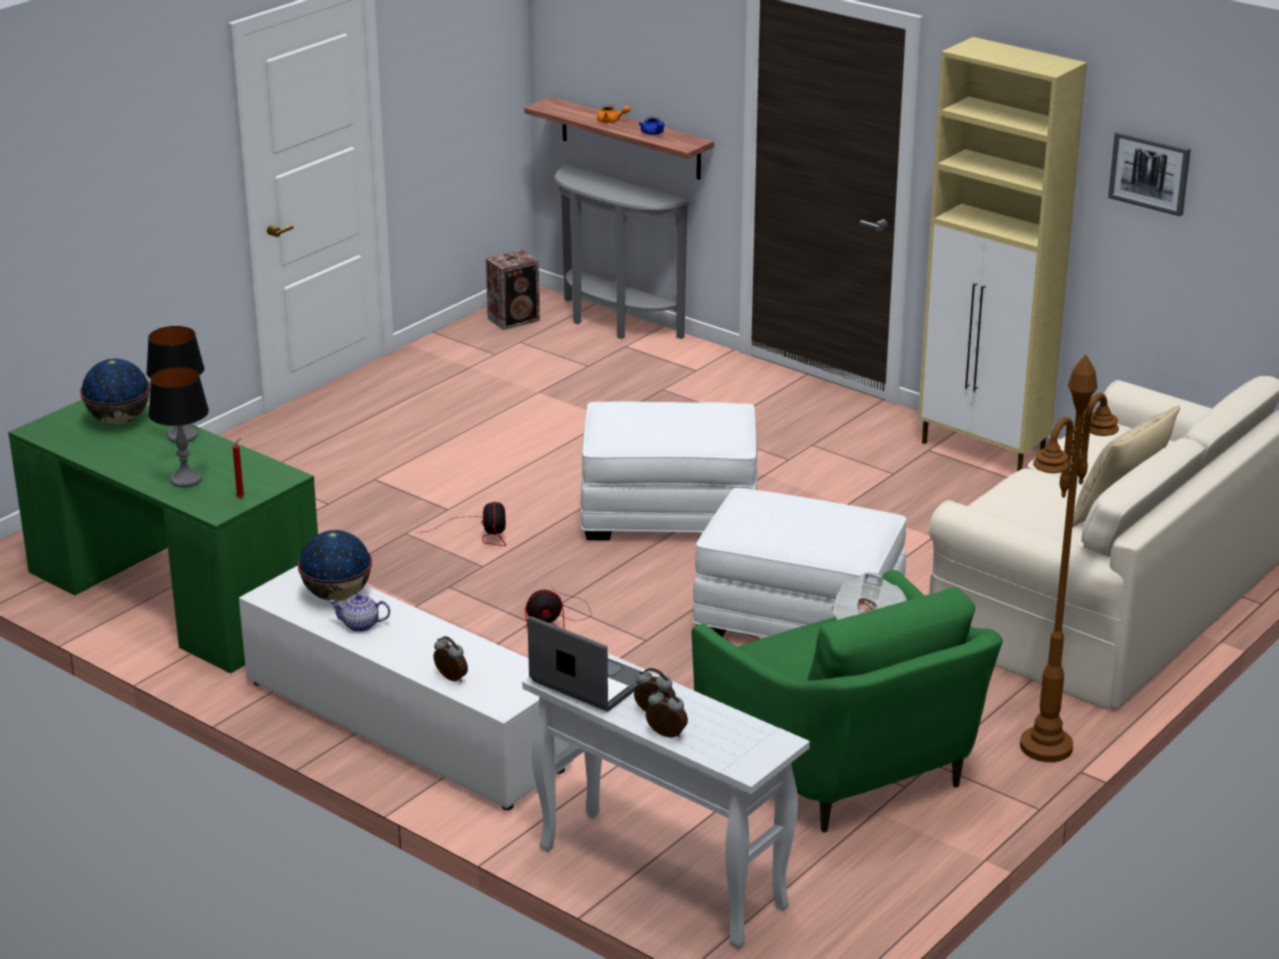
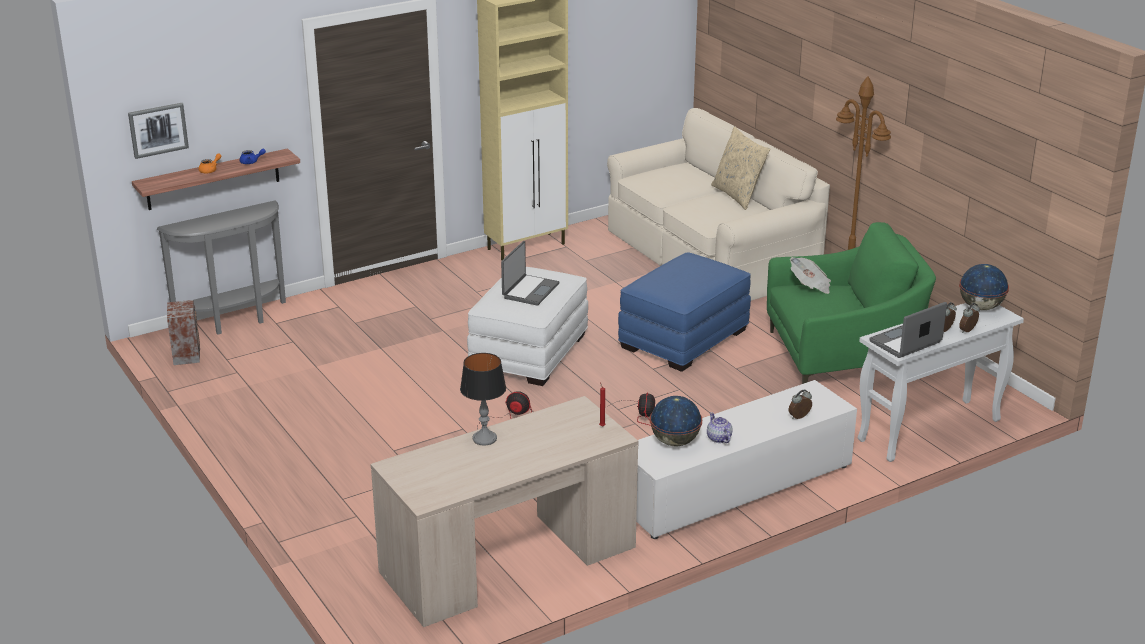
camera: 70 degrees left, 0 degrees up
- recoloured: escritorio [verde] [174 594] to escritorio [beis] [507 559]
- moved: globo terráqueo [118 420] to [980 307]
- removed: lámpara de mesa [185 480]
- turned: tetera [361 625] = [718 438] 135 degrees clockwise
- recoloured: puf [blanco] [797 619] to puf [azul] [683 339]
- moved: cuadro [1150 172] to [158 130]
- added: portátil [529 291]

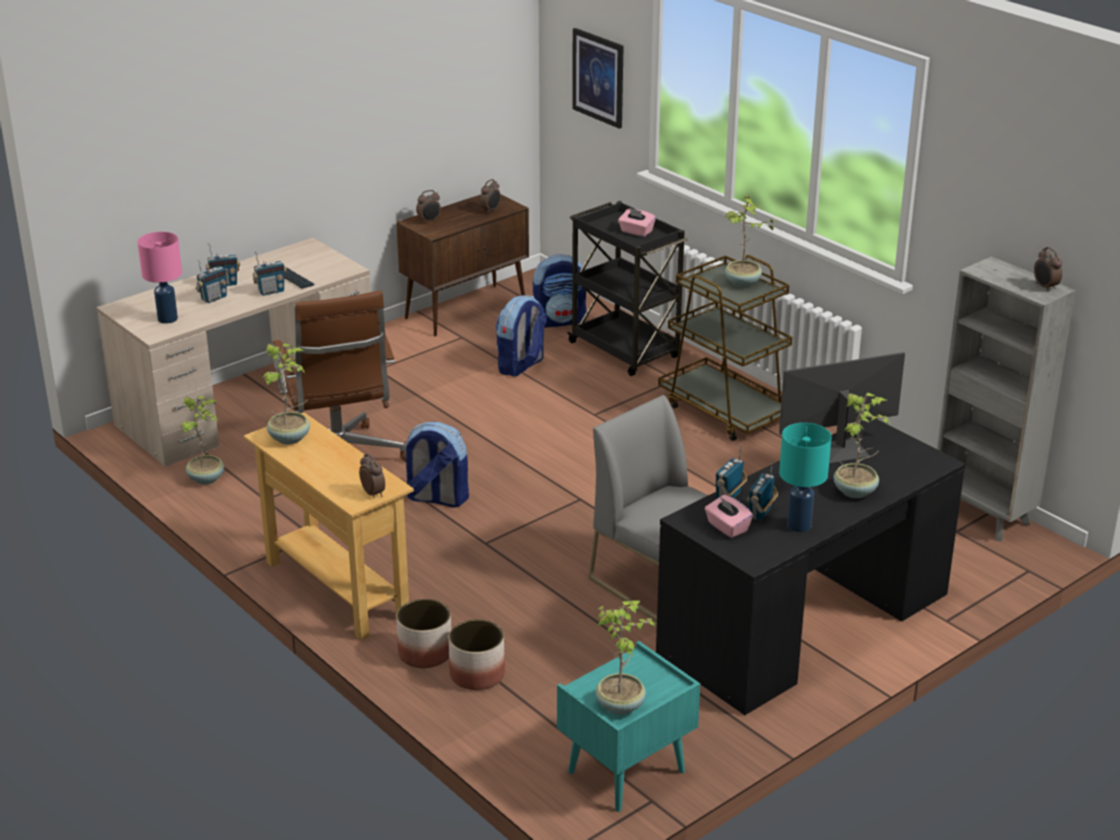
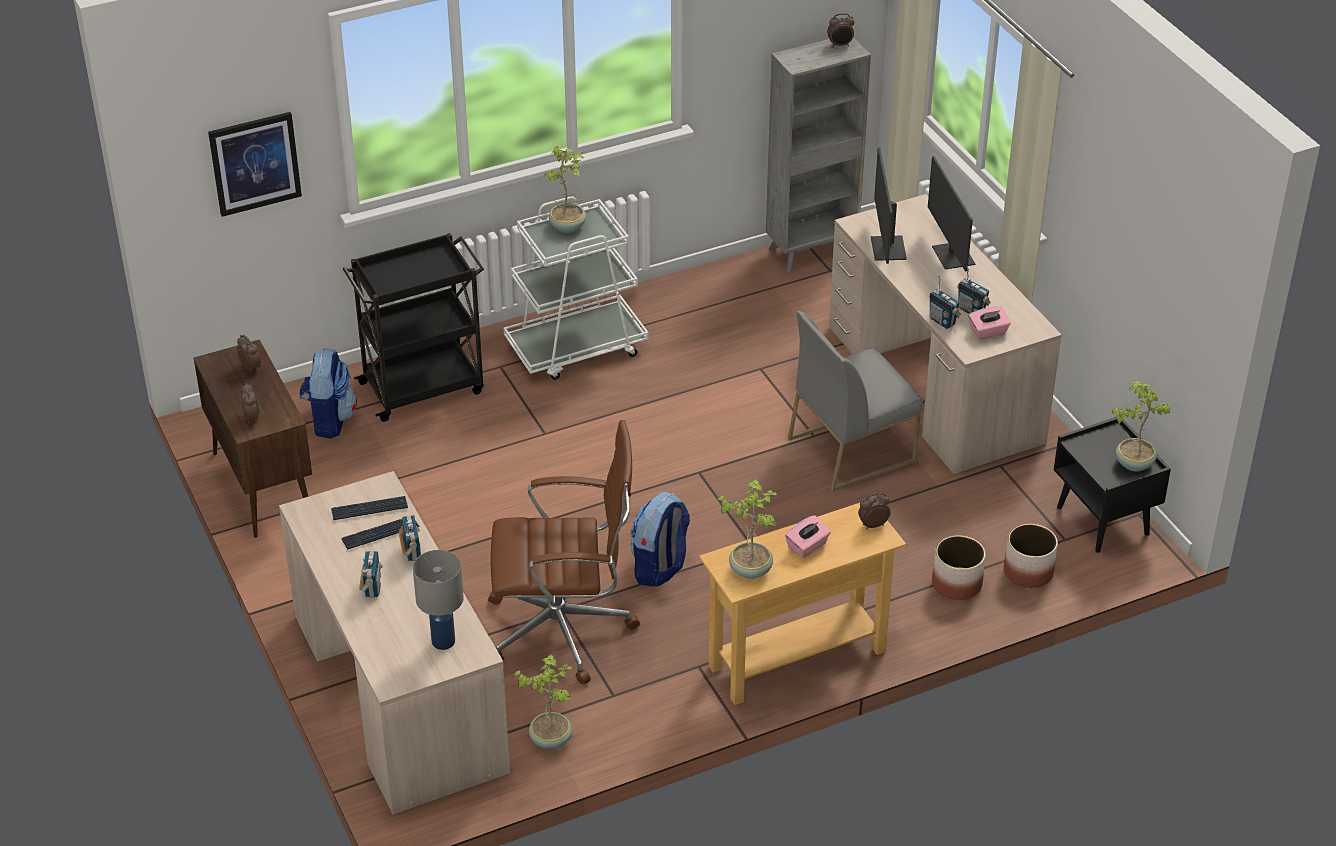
camera: 75 degrees left, 10 degrees up
- recoloured: lámpara de mesa [rosa] [168 319] to lámpara de mesa [gris] [443 641]
- removed: radio [214 298]
- moved: maceta [425 653] to [1027 572]
- removed: mochila [521 366]
- recoloured: mesita de noche [turquesa] [626 773] to mesita de noche [negro] [1104 521]
- moved: caja de pañuelos [rosa] [636 232] to [807 546]
- recoloured: escritorio [negro] [803 623] to escritorio [beis] [933 384]
- recoloured: carrito [marrón] [725 410] to carrito [blanco] [577 348]
- removed: lámpara de mesa [turquesa] [798 525]
- replaced: planta en maceta [856 491] to monitor [952 256]
- added: teclado [369 509]

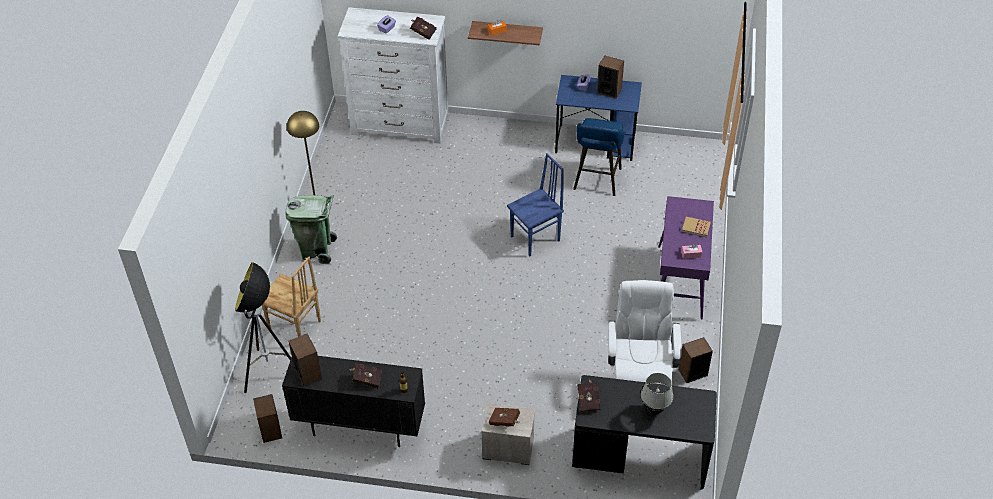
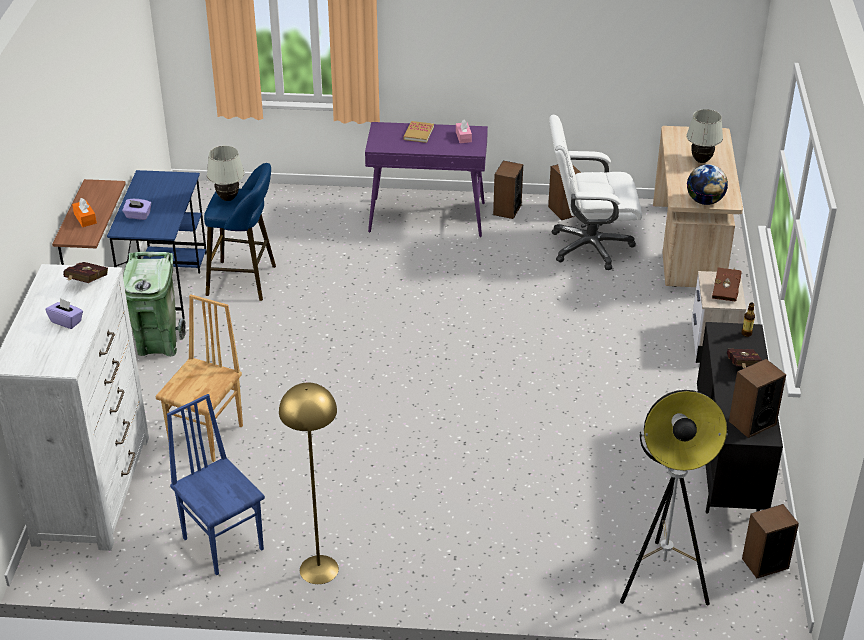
camera: 95 degrees left, 10 degrees down
- moved: silla [marrón] [295 327] to [208 436]
- moved: papelera [verde] [317 250] to [158 344]
- moved: silla [azul] [536 239] to [224 542]
- recoloured: escritorio [negro] [639 456] to escritorio [beis] [690 246]
- replaced: libro [rojo] [588 400] to globo terráqueo [704 201]
- moved: altavoz [609 91] to [507 209]
- added: lámpara de mesa [blanco] [228 198]

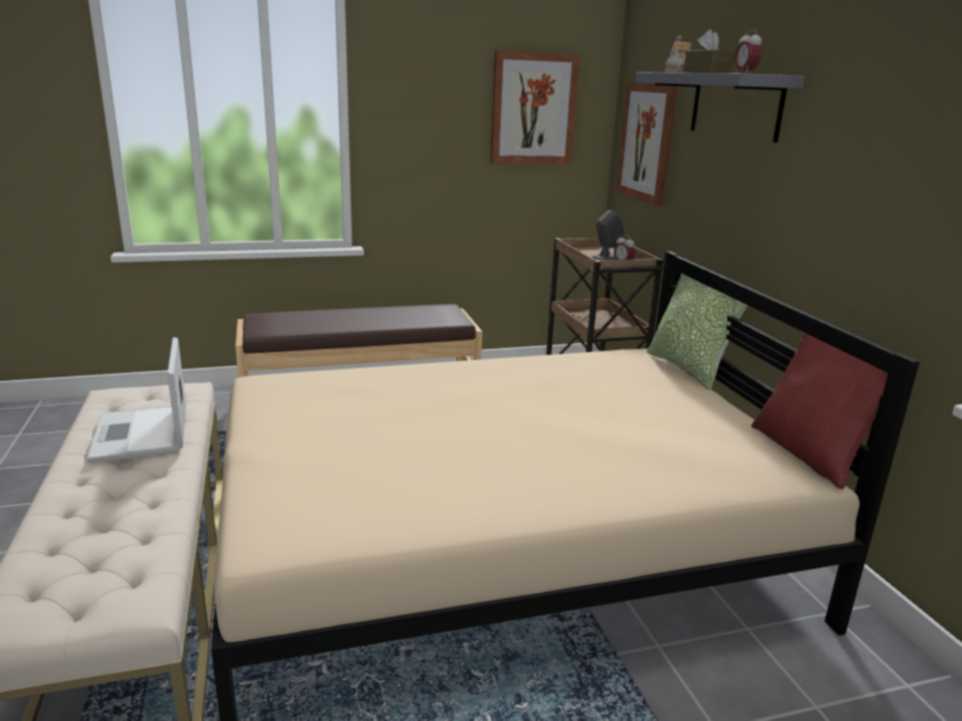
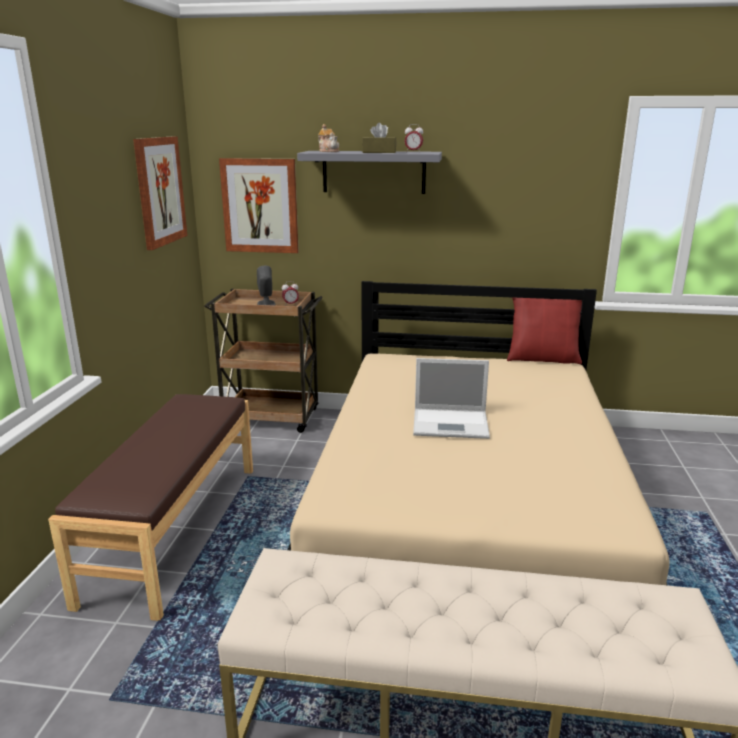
camera: 65 degrees left, 0 degrees up
- moved: portátil [141 435] to [452 424]
- removed: cojín [688 369]

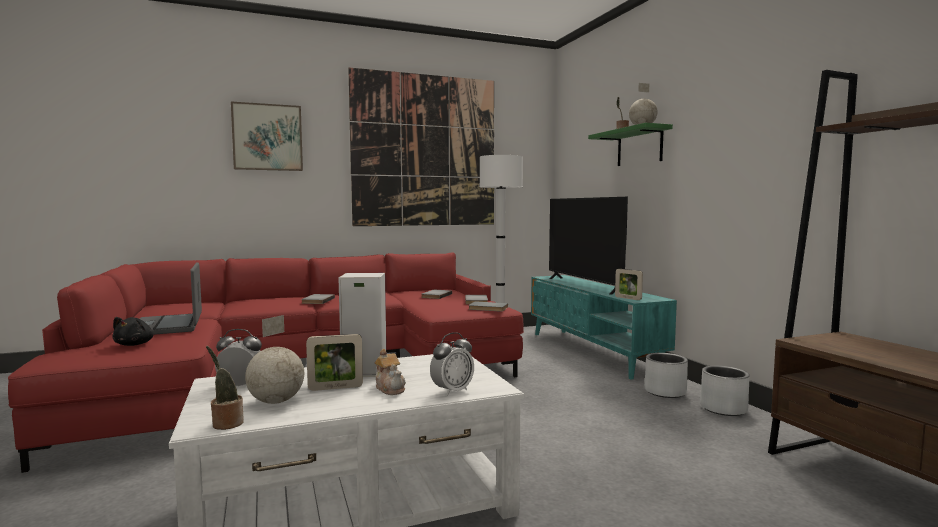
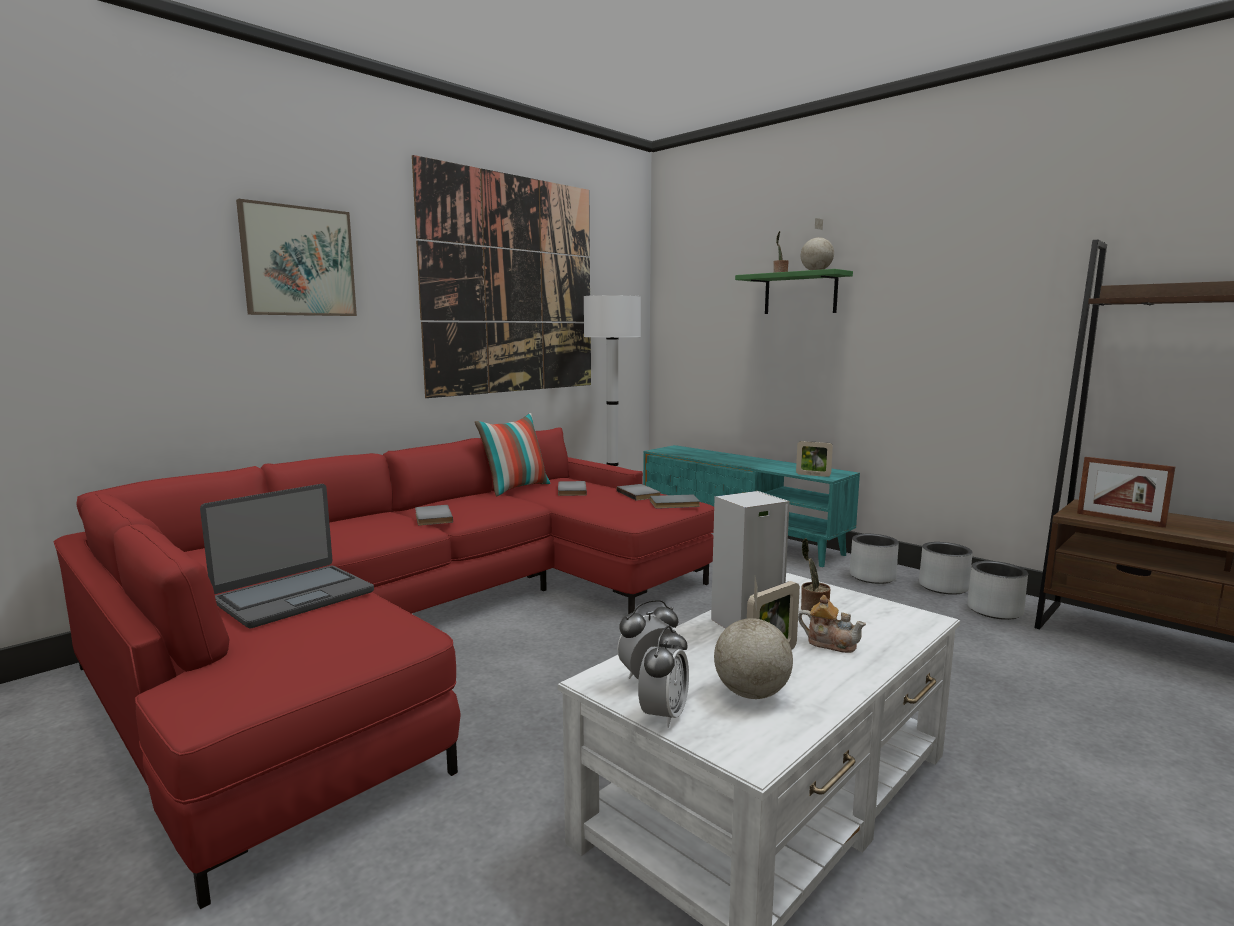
camera: 25 degrees left, 5 degrees up
- removed: peluche [negro] [135 344]
- turned: portátil [169 326] = [293 597] 90 degrees counterclockwise
- moved: planta en maceta [226 423] to [812 610]
- moved: despertador [452 391] to [663 715]
- removed: televisor [583 285]
- added: cojín [515 489]
- added: maceta [gris] [994 611]
- added: portarretratos [1119 520]

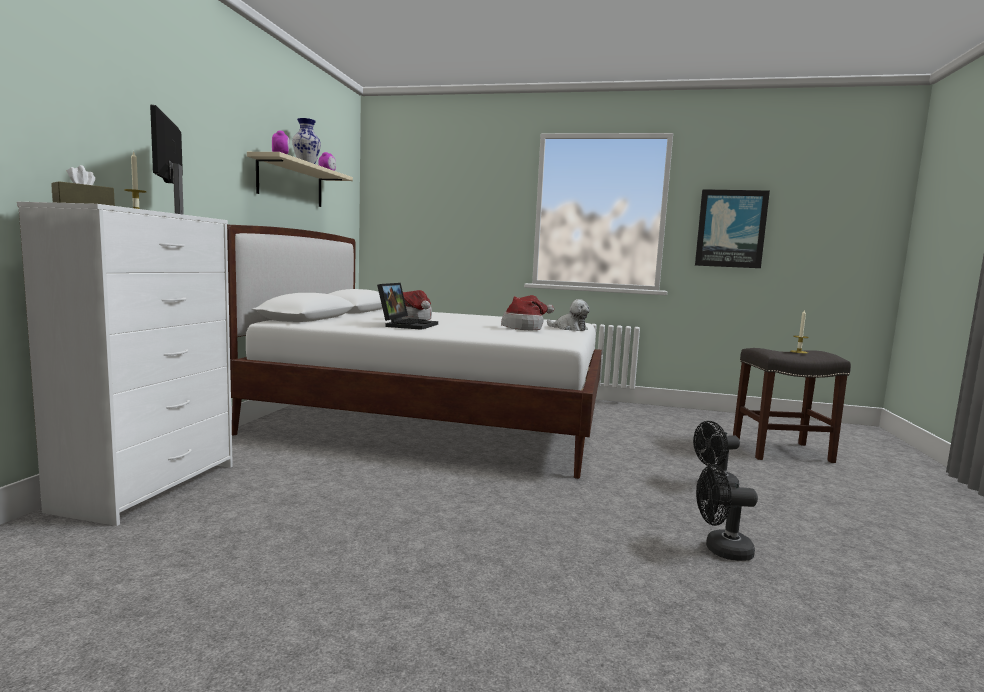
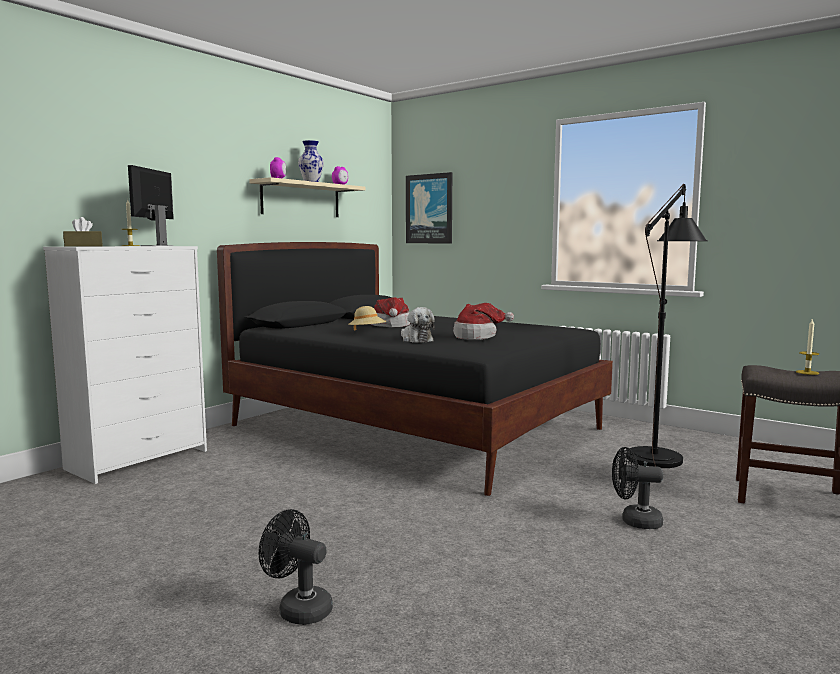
camera: 25 degrees right, 0 degrees up
- recoloured: cama [blanco] [435 420] to cama [negro] [415 427]
- replaced: portátil [407 325] to sombrero [beis] [367 332]
- moved: peluche [569 329] to [416 340]
- moved: cuadro [730 229] to [429 209]
- moved: ventilador [negro] [721 550] to [298 608]
- added: lámpara de pie [negro] [658 454]

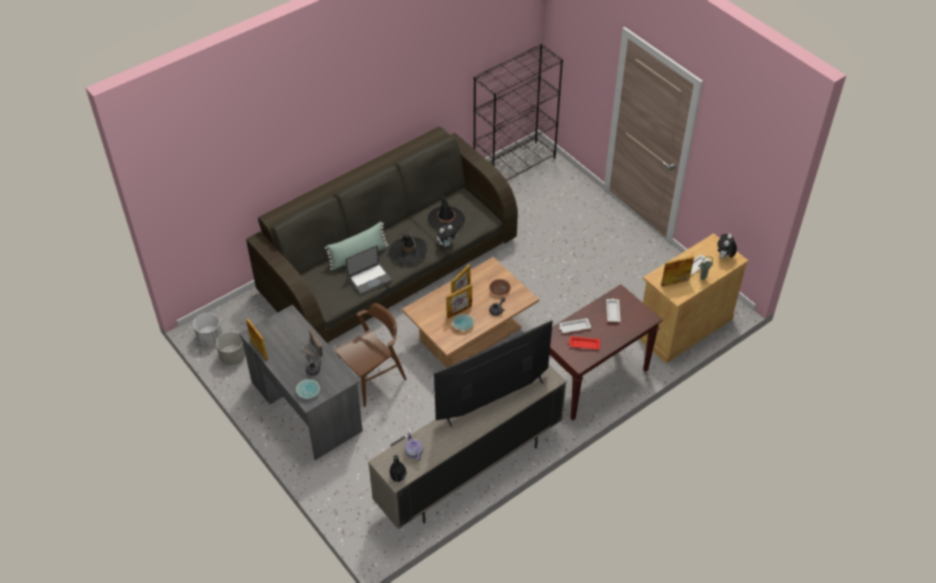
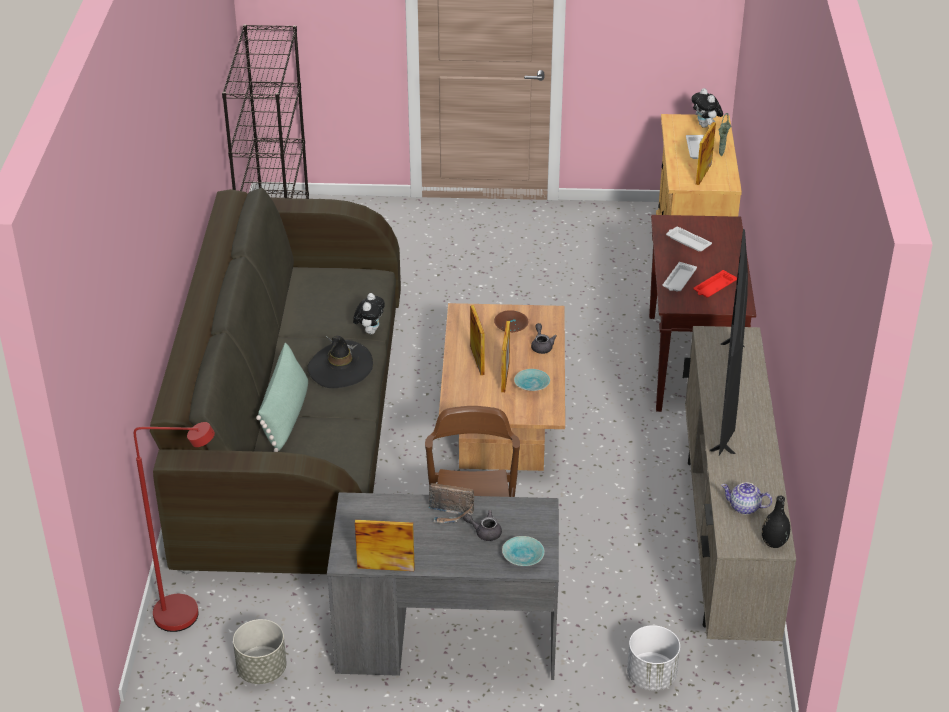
camera: 50 degrees left, 10 degrees down
- moved: maceta [blanco] [210 338] to [651 676]
- removed: portátil [370 278]
- removed: sombrero [negro] [446 219]
- added: lámpara de pie [rojo] [189 615]

